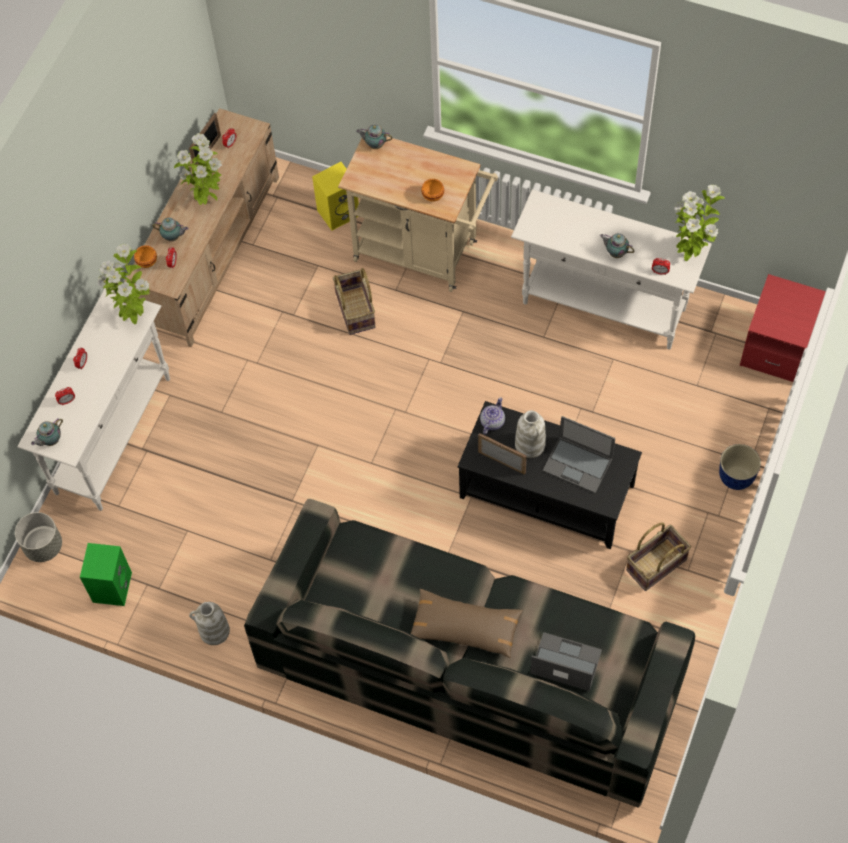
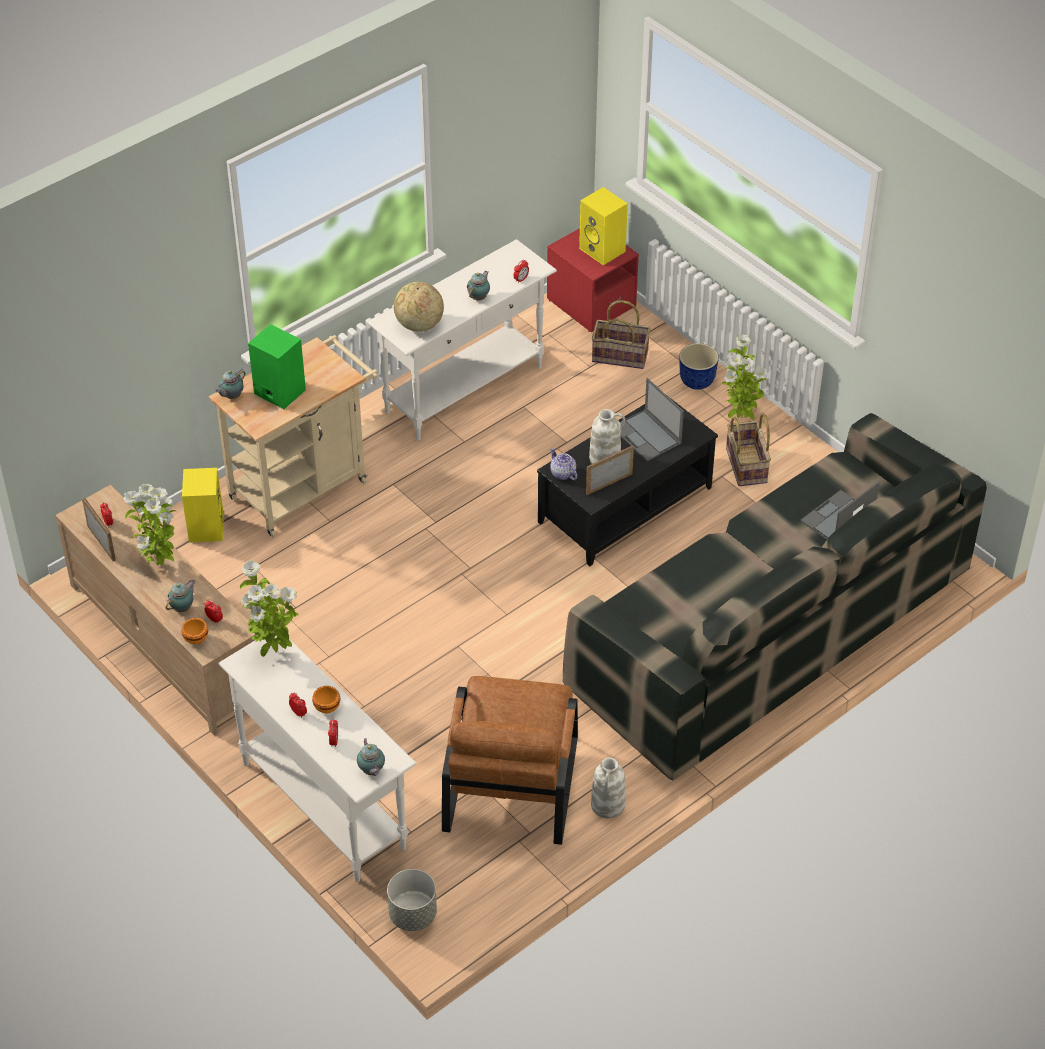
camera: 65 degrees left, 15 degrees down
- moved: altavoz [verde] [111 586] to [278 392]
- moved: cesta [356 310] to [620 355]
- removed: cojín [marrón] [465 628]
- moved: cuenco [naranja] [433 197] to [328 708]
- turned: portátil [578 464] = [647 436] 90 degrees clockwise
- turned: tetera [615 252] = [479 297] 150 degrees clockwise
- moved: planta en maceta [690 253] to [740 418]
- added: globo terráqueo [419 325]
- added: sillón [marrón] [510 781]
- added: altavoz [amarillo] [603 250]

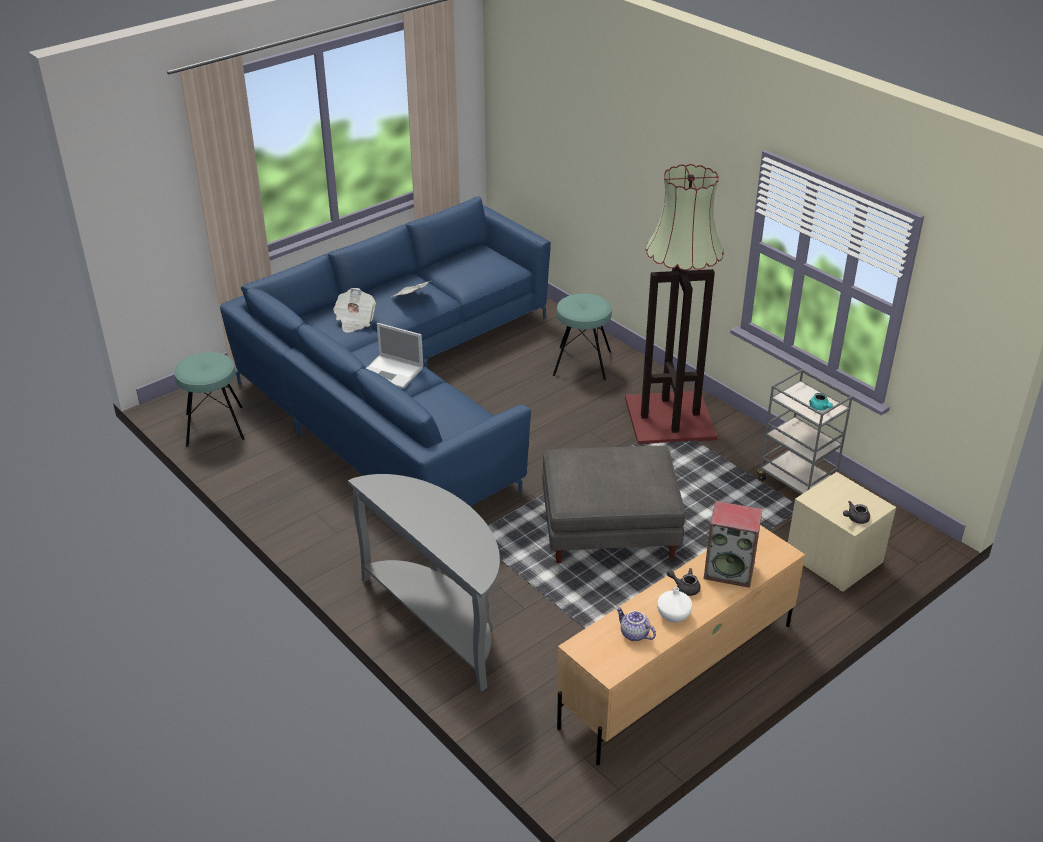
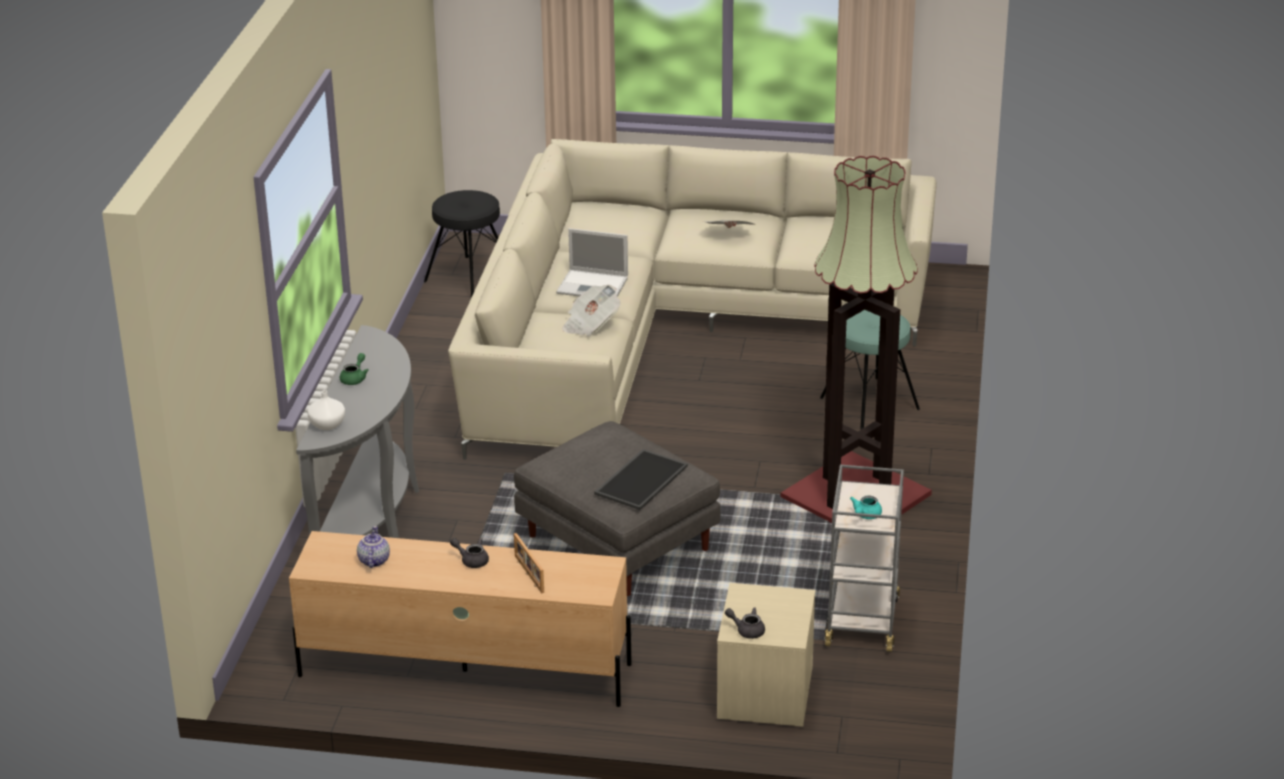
camera: 50 degrees right, 5 degrees down
- recoloured: taburete [turquesa] [215 426] to taburete [negro] [469 278]
- recoloured: sofá [azul] [401 391] to sofá [beis] [661 333]
- moved: periódico [355 321] to [590 324]
- turned: portátil [393 372] = [594 285] 60 degrees counterclockwise
- moved: florero [blanco] [673 615] to [326 425]
- turned: tetera [gris] [684 587] = [471 560] 45 degrees counterclockwise
- replaced: altavoz [730 571] to portarretratos [528 574]
- added: tetera [verde] [355 378]
- added: bandeja [640 479]

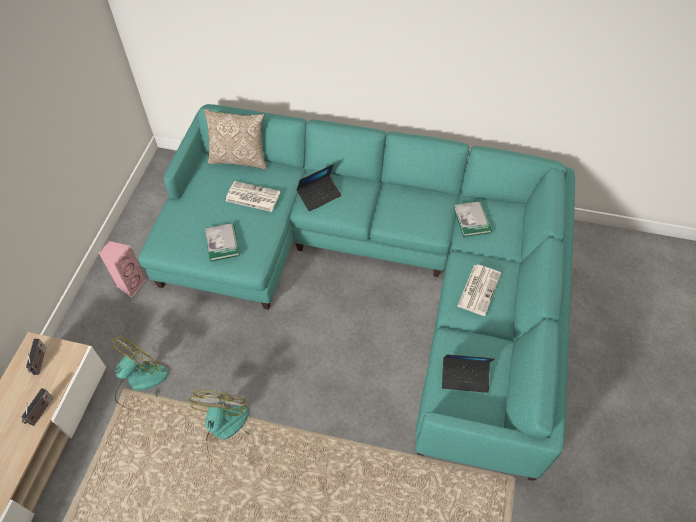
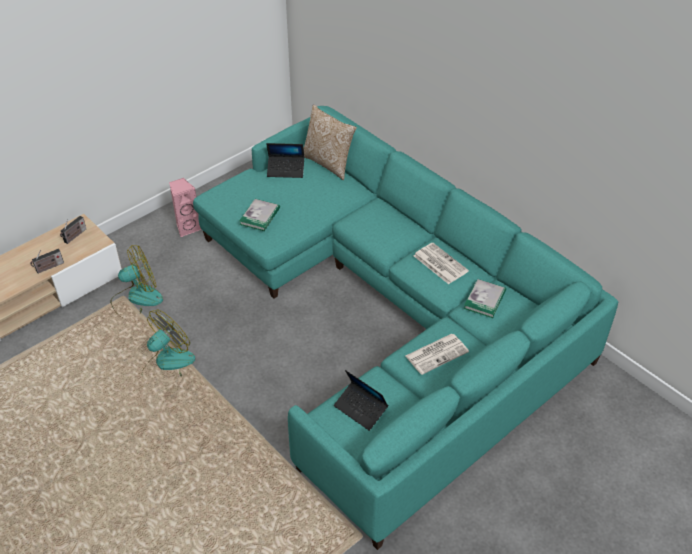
camera: 35 degrees right, 10 degrees down
- moved: periódico [252 197] to [439 263]
- moved: portátil [319 195] to [286 170]

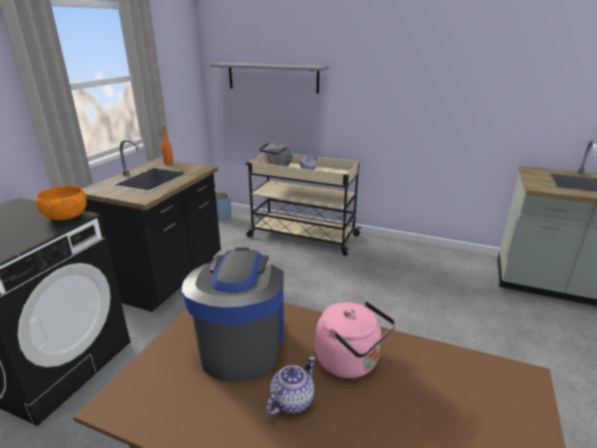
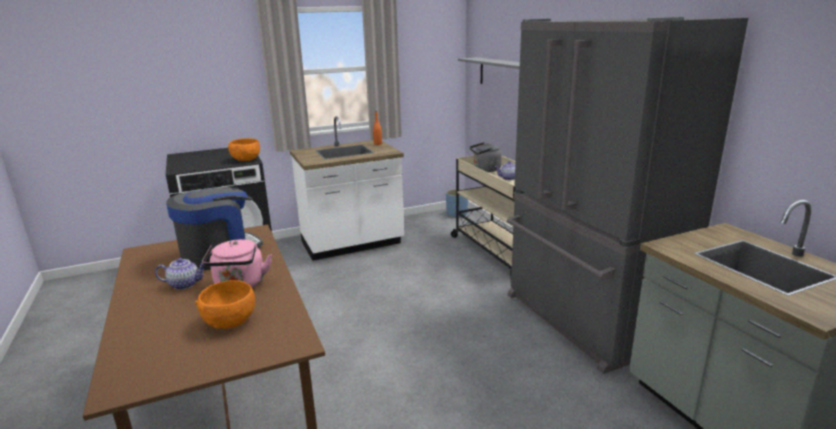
camera: 45 degrees right, 5 degrees down
- recoloured: mueble bajo de cocina [negro] [169 278] to mueble bajo de cocina [blanco] [352 244]
- added: cuenco [naranja] [230 321]
- added: nevera [gris] [585 320]

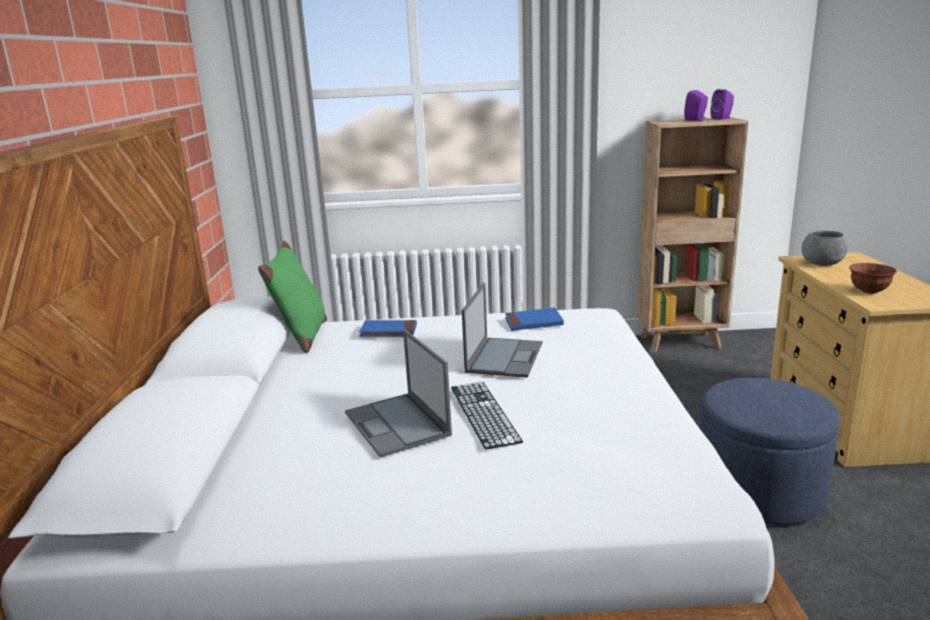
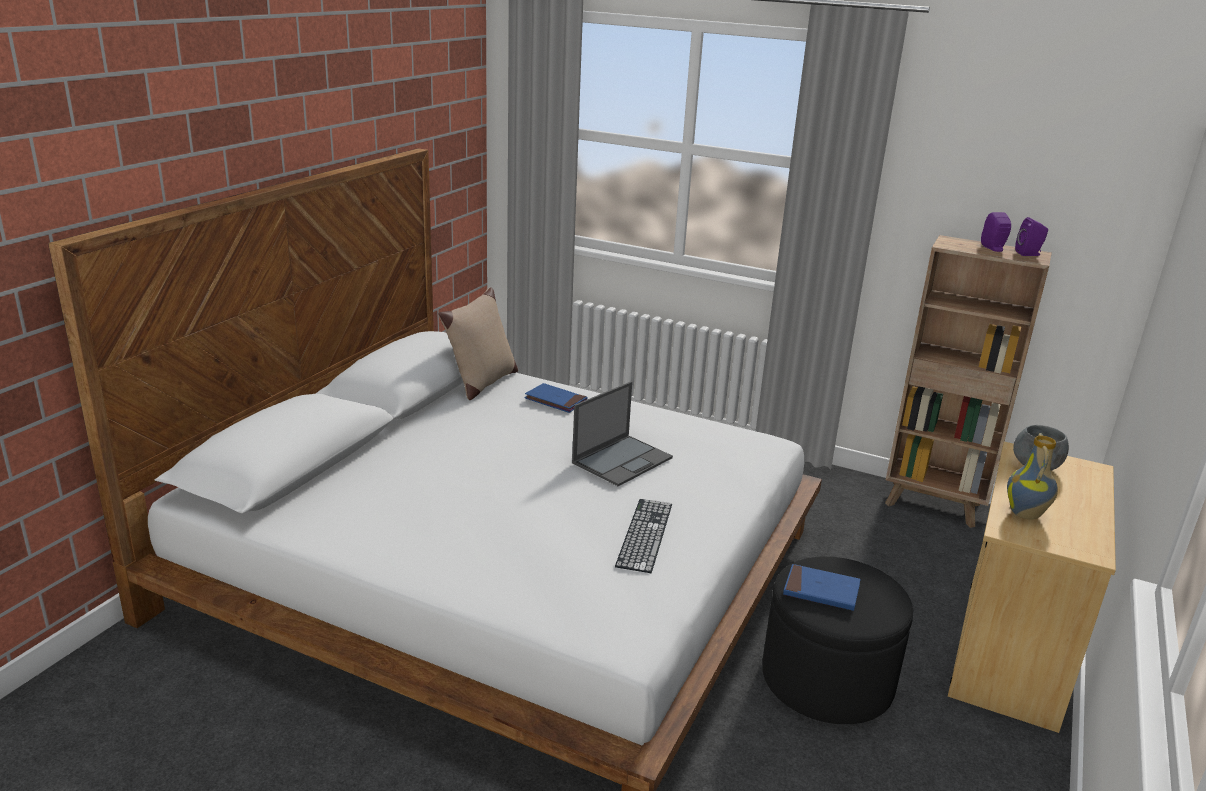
camera: 25 degrees right, 5 degrees up
- recoloured: cojín [verde] [302 337] to cojín [beis] [481 383]
- removed: portátil [398 424]
- moved: teclado [483 413] to [645 534]
- moved: libro [azul] [533 322] to [821 591]
- recoloured: puf [azul] [759 490] to puf [negro] [826 680]
- replaced: cuenco [marrón] [869 291] to florero [1026 514]

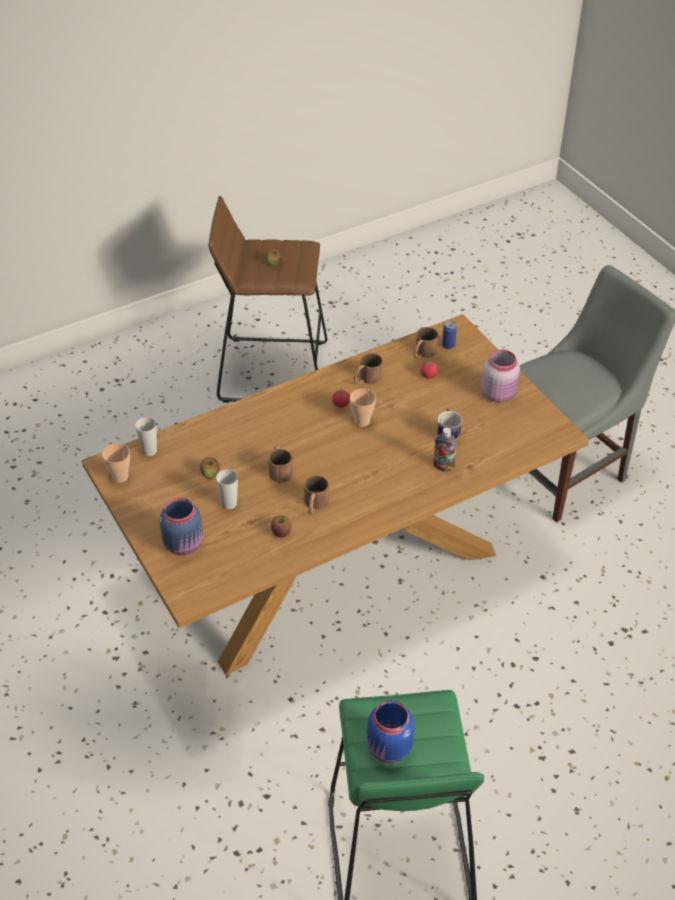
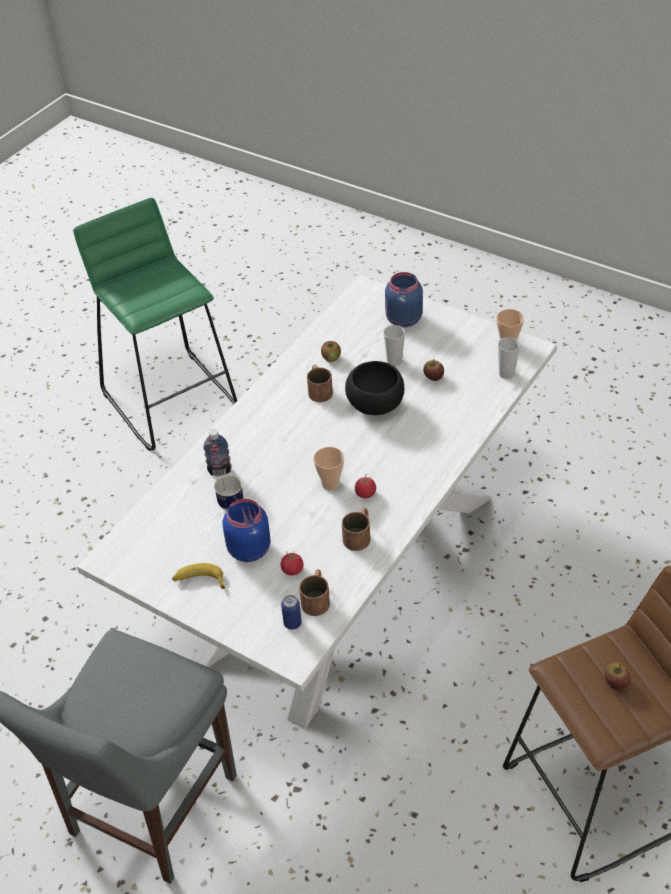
camera: 155 degrees right, 0 degrees up
- recoloured: mesa de comedor [marrón] [336 567] to mesa de comedor [blanco] [345 575]
- replaced: taza grande [marrón] [279 469] to cuenco [negro] [375 406]
- moved: tarro [azul] [389 749] to [249 548]
- replaced: tarro [rosa] [499 393] to plátano [199 580]

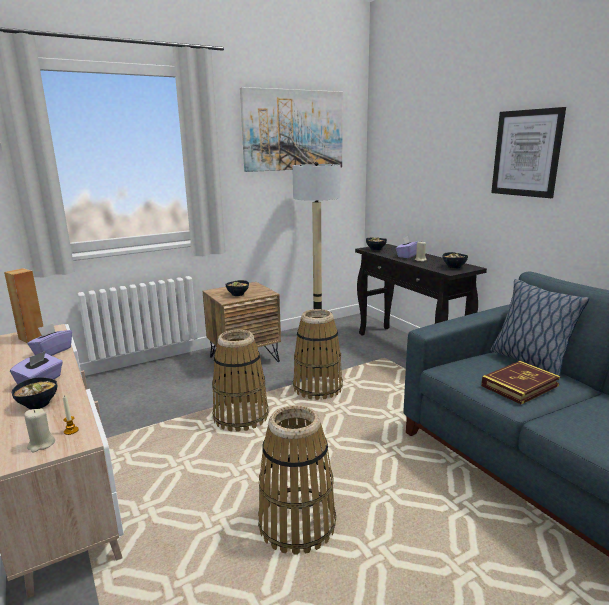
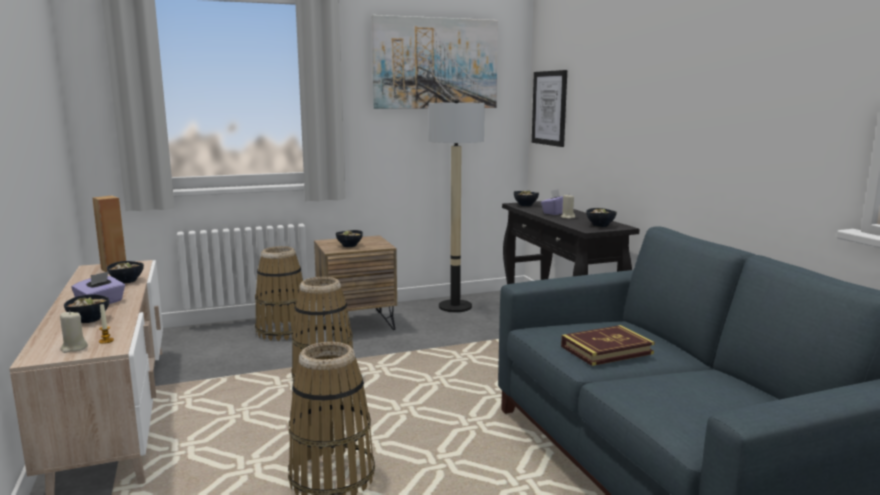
camera: 10 degrees right, 5 degrees down
- replaced: caja de pañuelos [morado] [52 351] to cuenco [126 281]
- moved: cesta [317 388] to [282 331]
- removed: cojín [529 362]
- moved: cuadro [526 153] to [549 108]

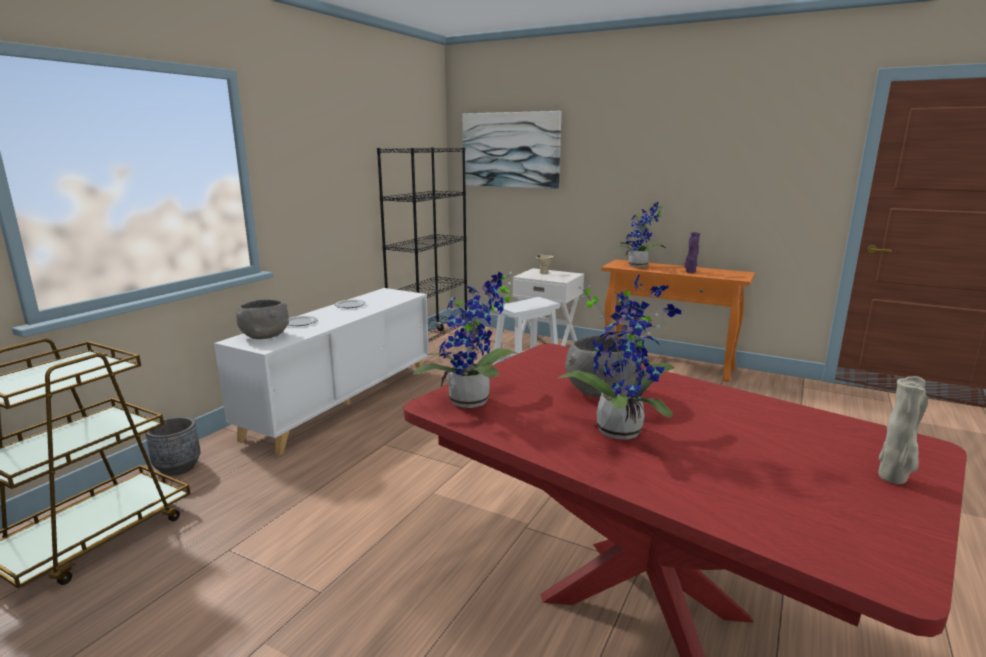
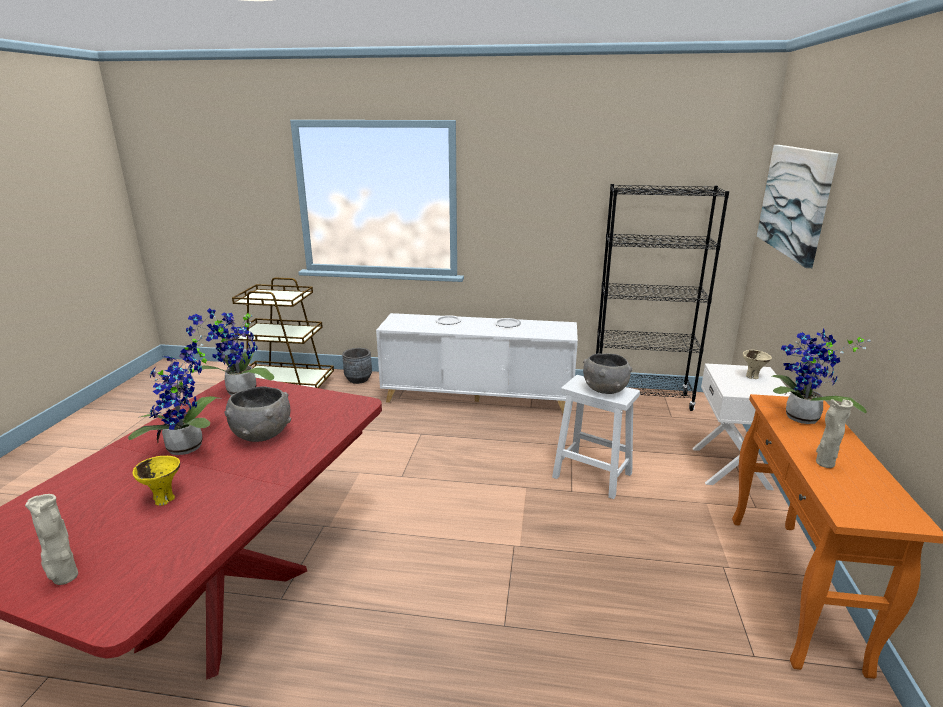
camera: 70 degrees right, 5 degrees up
- moved: cuenco [gris] [265 336] to [605 389]
- recoloured: florero [morado] [690 272] to florero [beis] [824 463]
- added: cuenco [amarillo] [163 499]

